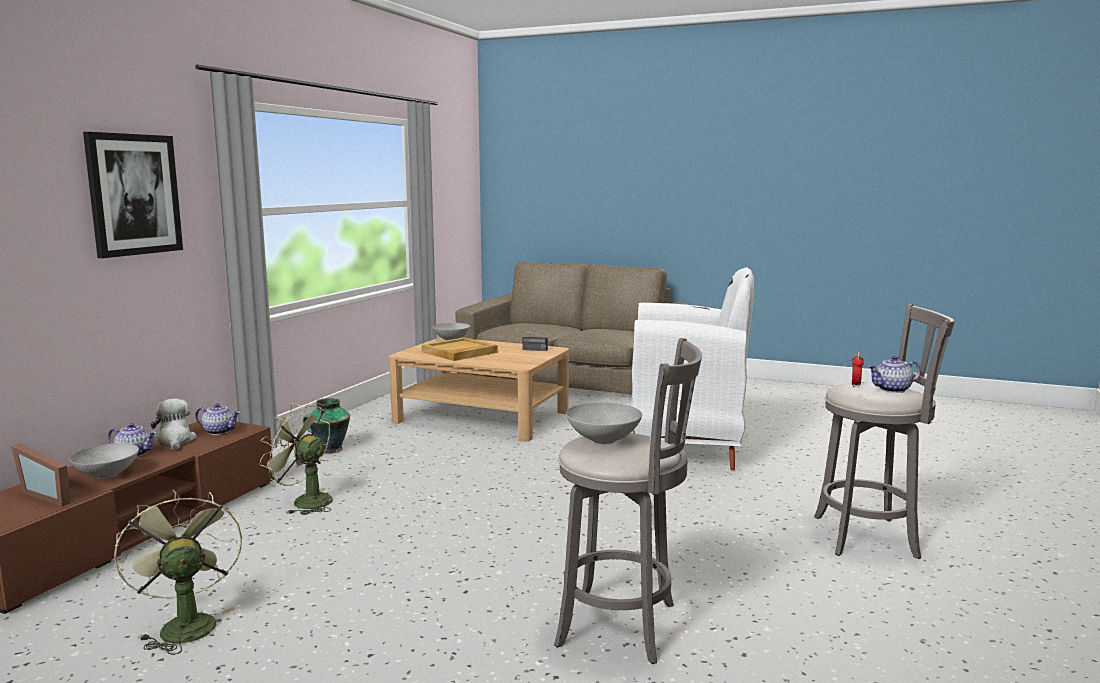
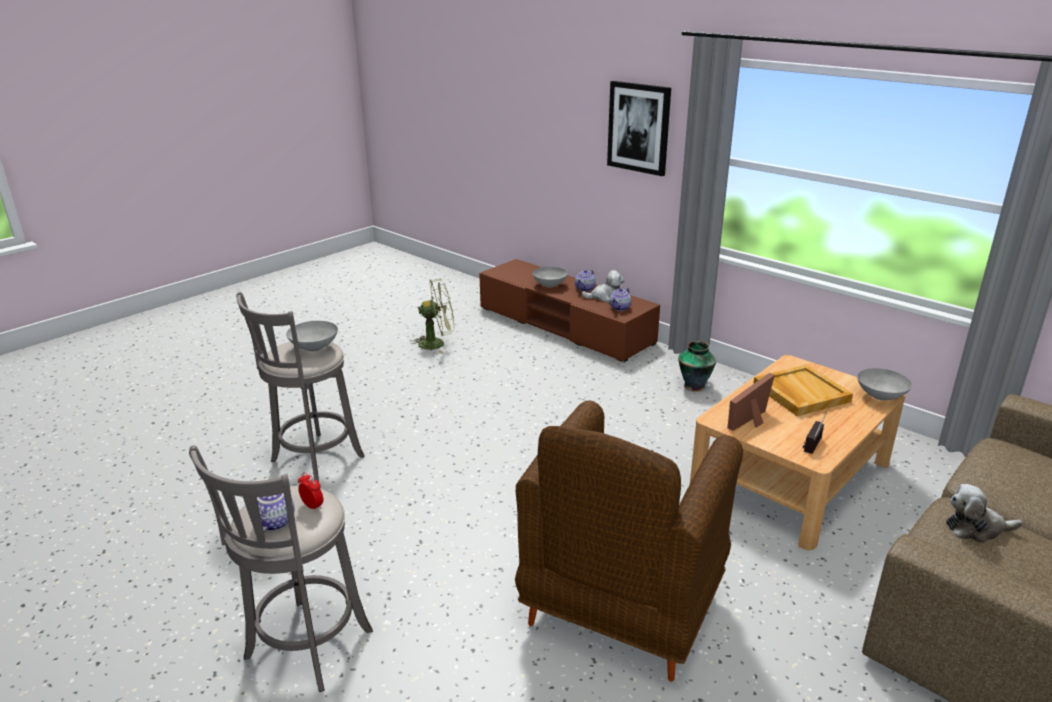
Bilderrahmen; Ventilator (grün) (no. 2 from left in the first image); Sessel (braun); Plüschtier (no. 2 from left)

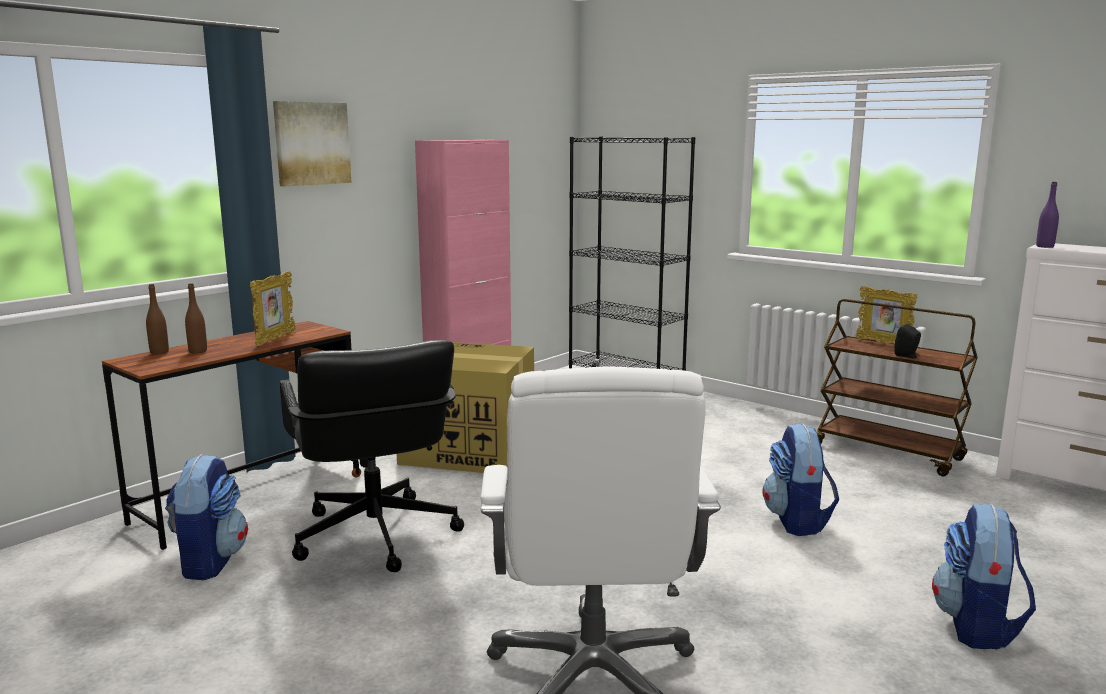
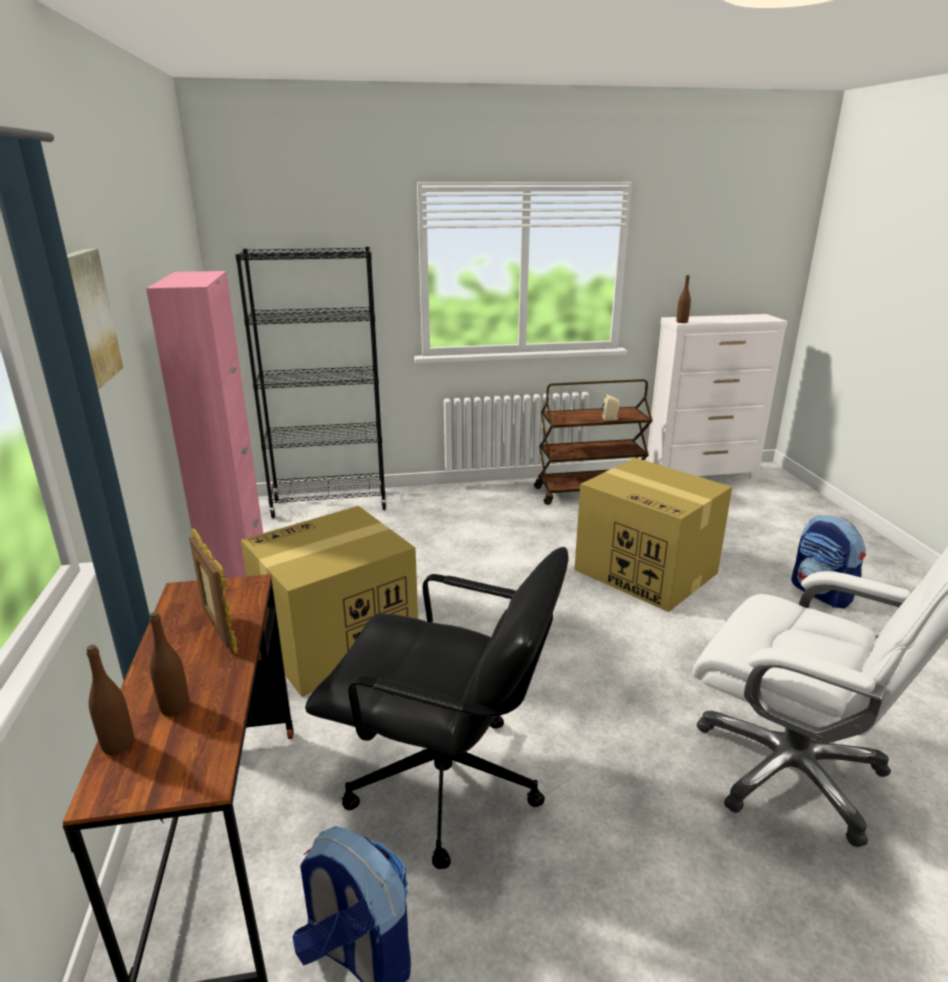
Karton (no. 2 from left); Bilderrahmen (no. 2 from left in the first image); Lautsprecher (beige); Flasche (braun) (no. 3 from left)

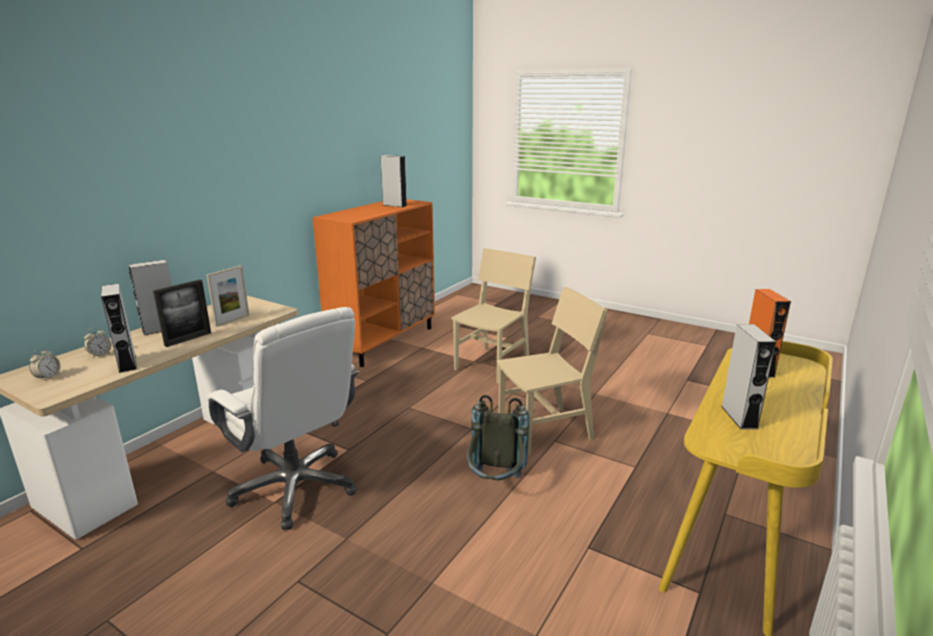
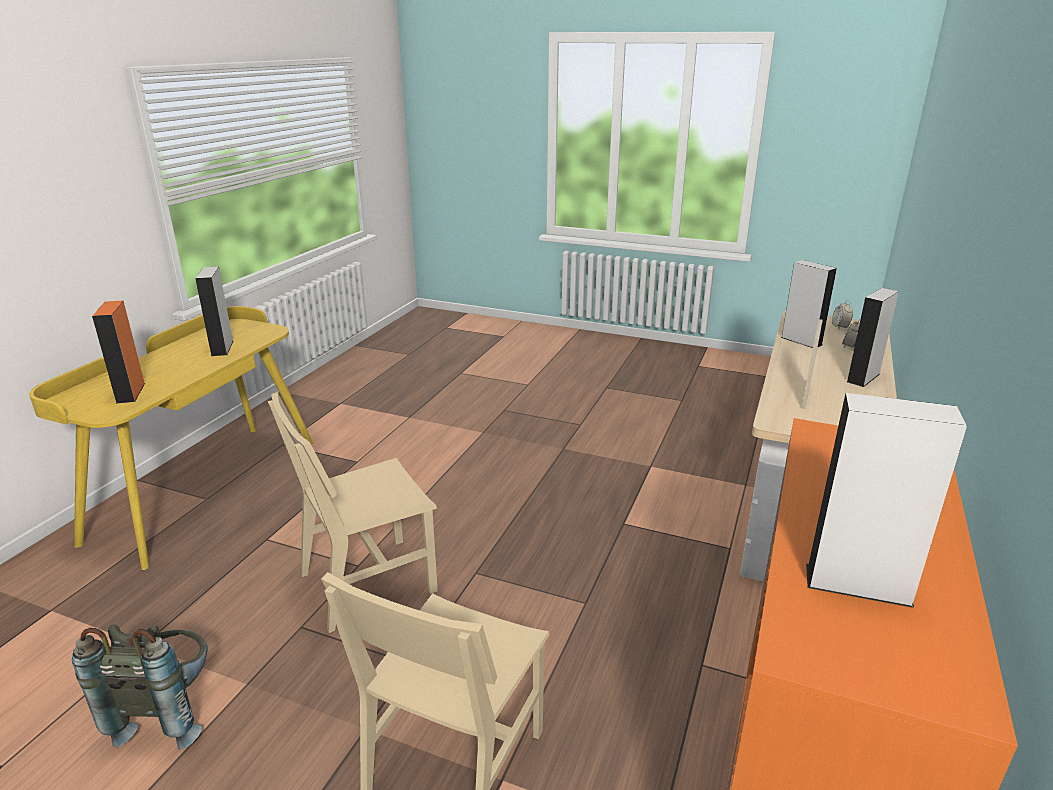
Bilderrahmen (no. 1 from left in the first image); Bürostuhl (weiß); Rucksack (grau)

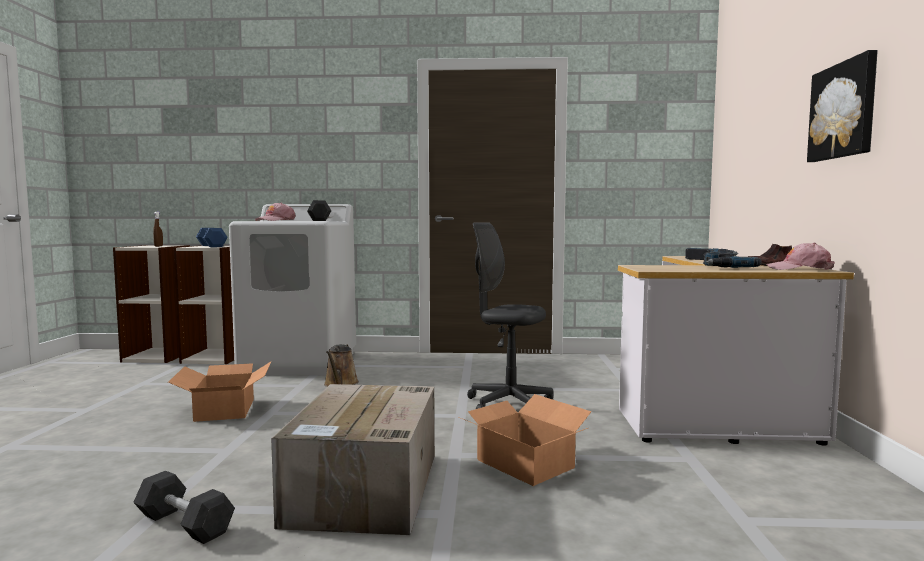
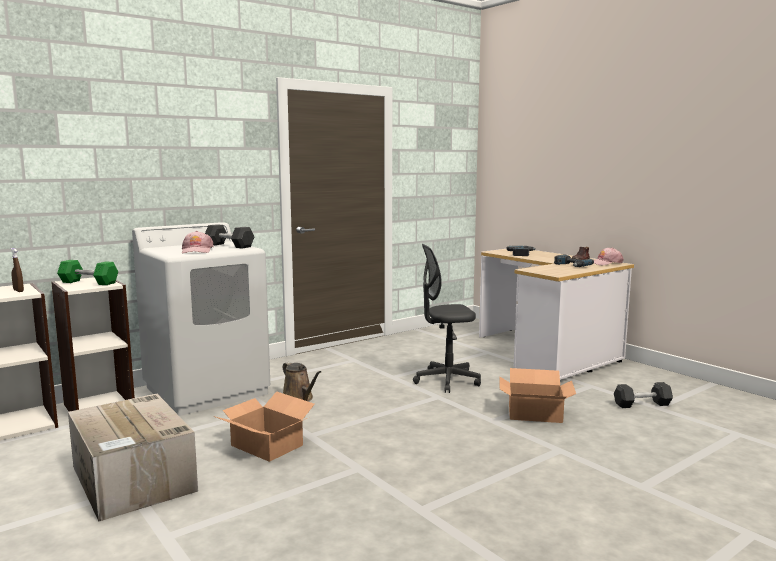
Hantel (grau) (no. 2 from left); Hantel (grün); Karton (no. 1 from left); Bild

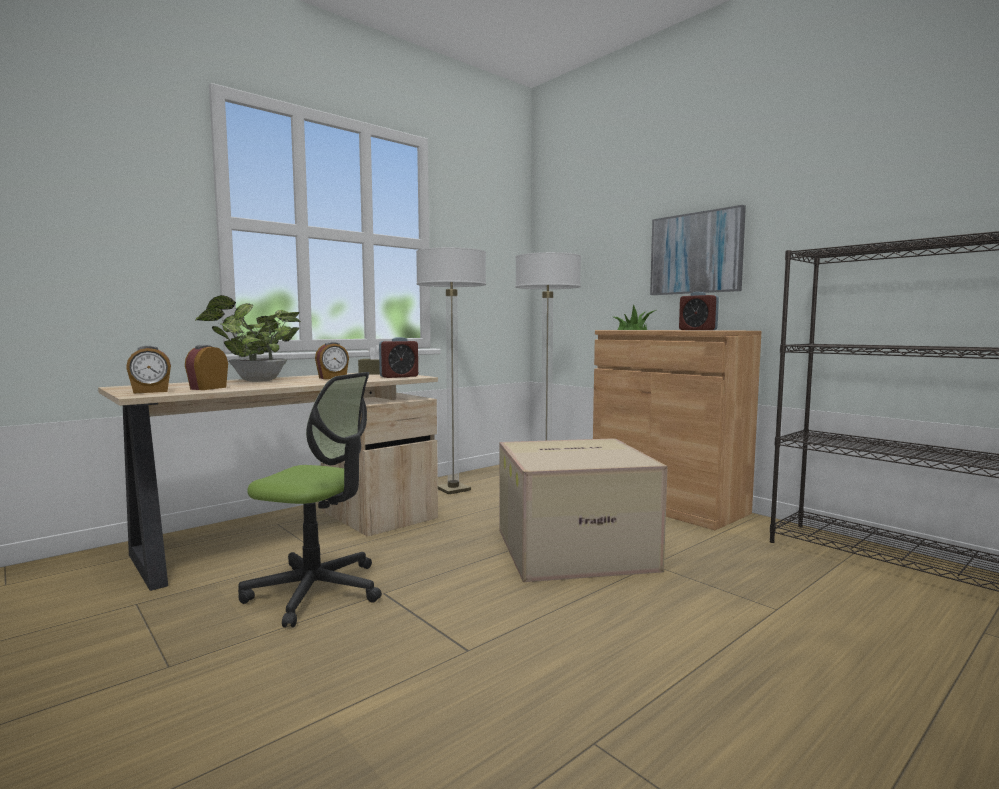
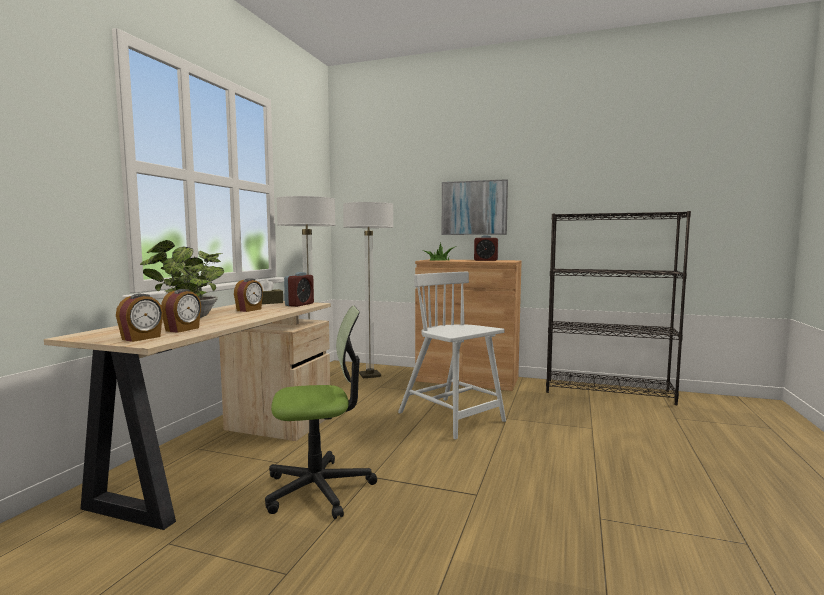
Wecker (no. 2 from left); Stuhl (weiß)

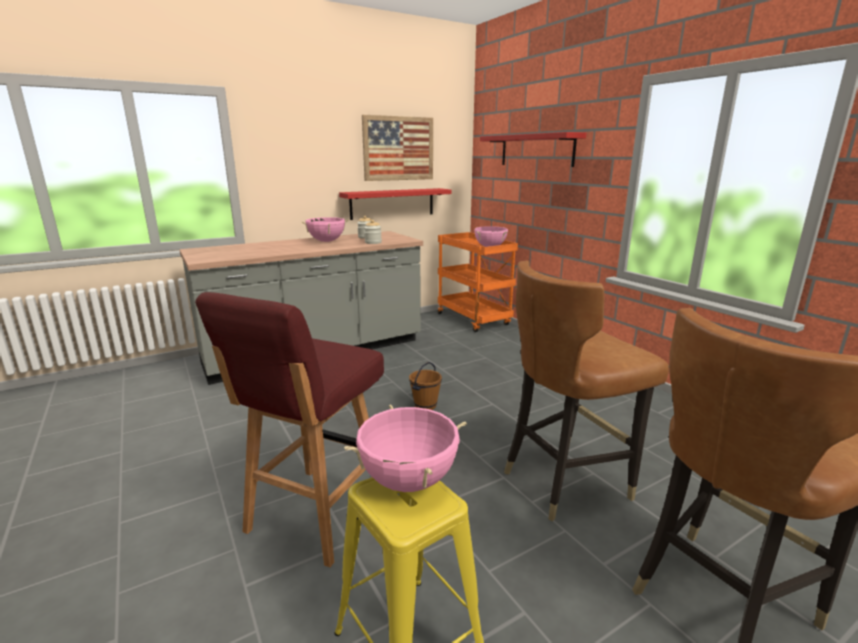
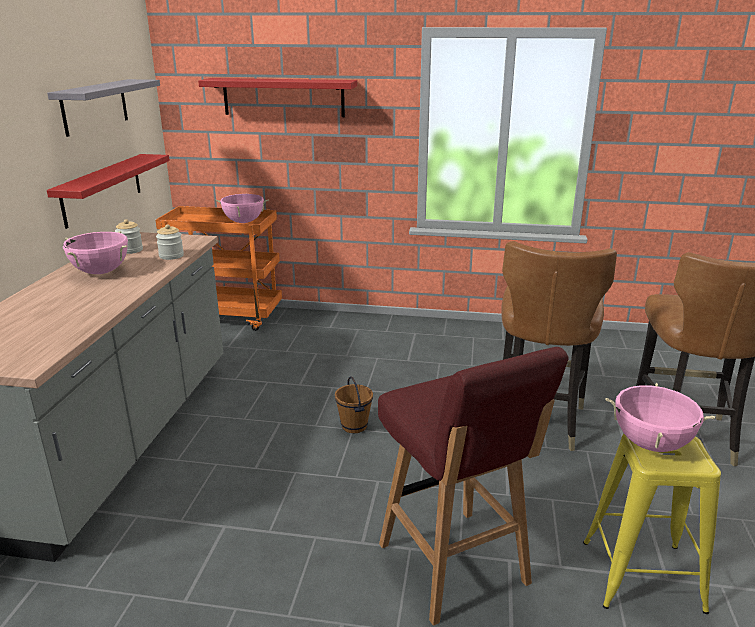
Wandregal (grau)

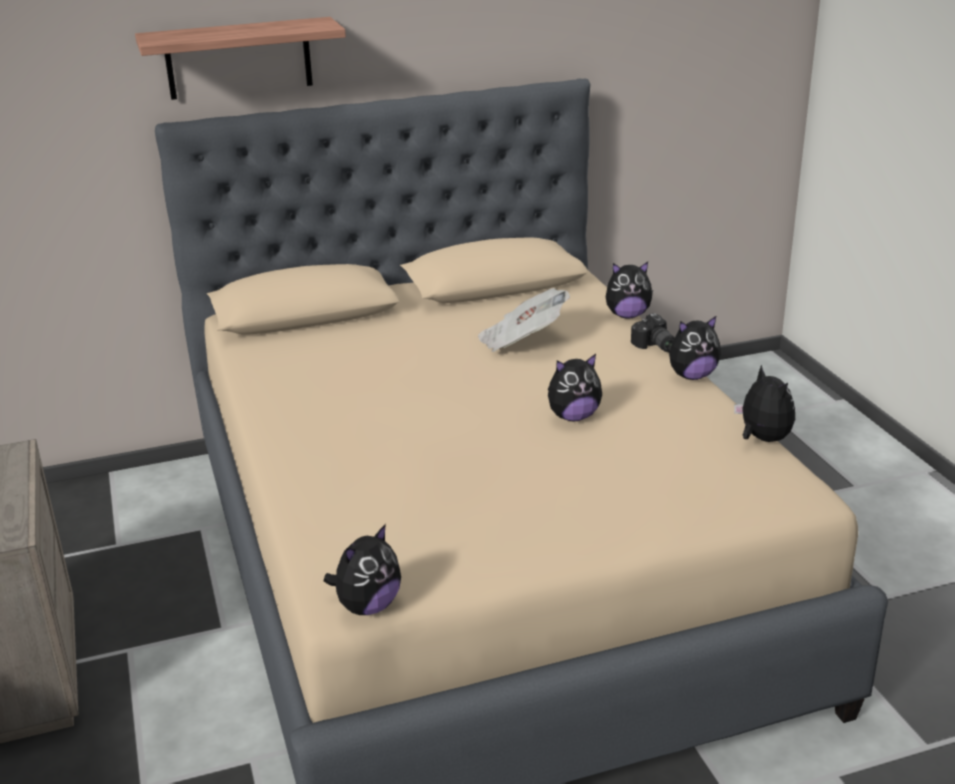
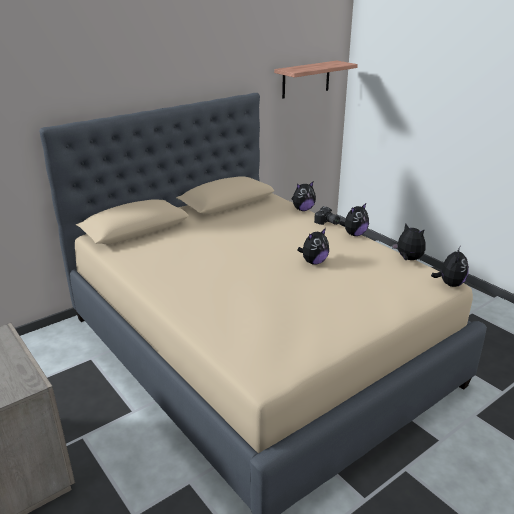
Wandregal; Plüschtier (no. 5 from left); Zeitung

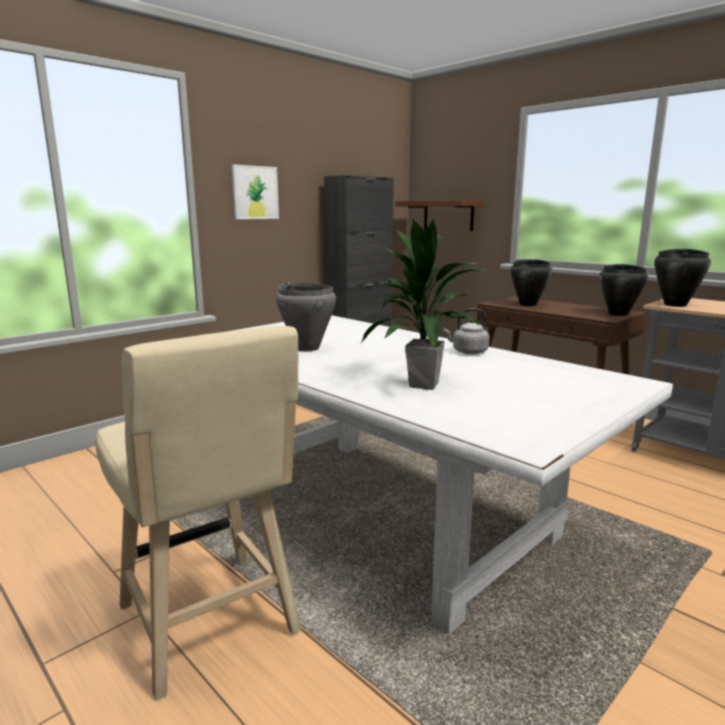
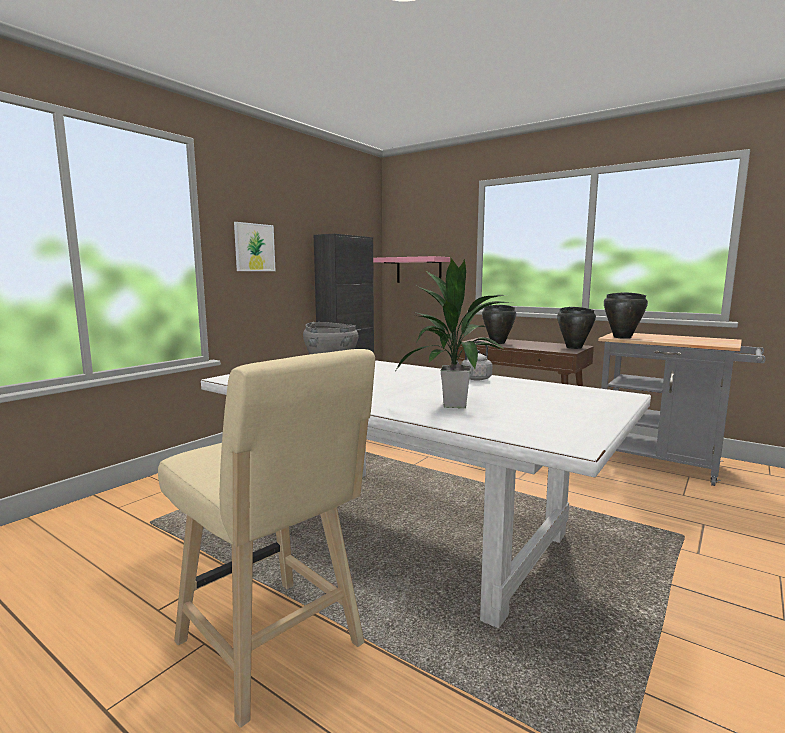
Wandregal (rosa)

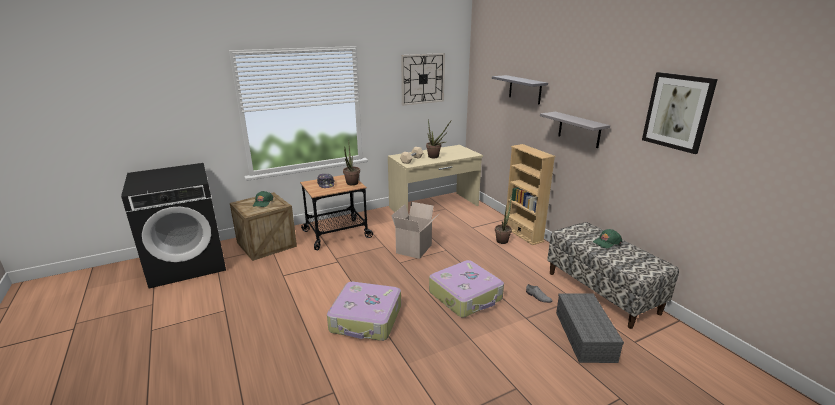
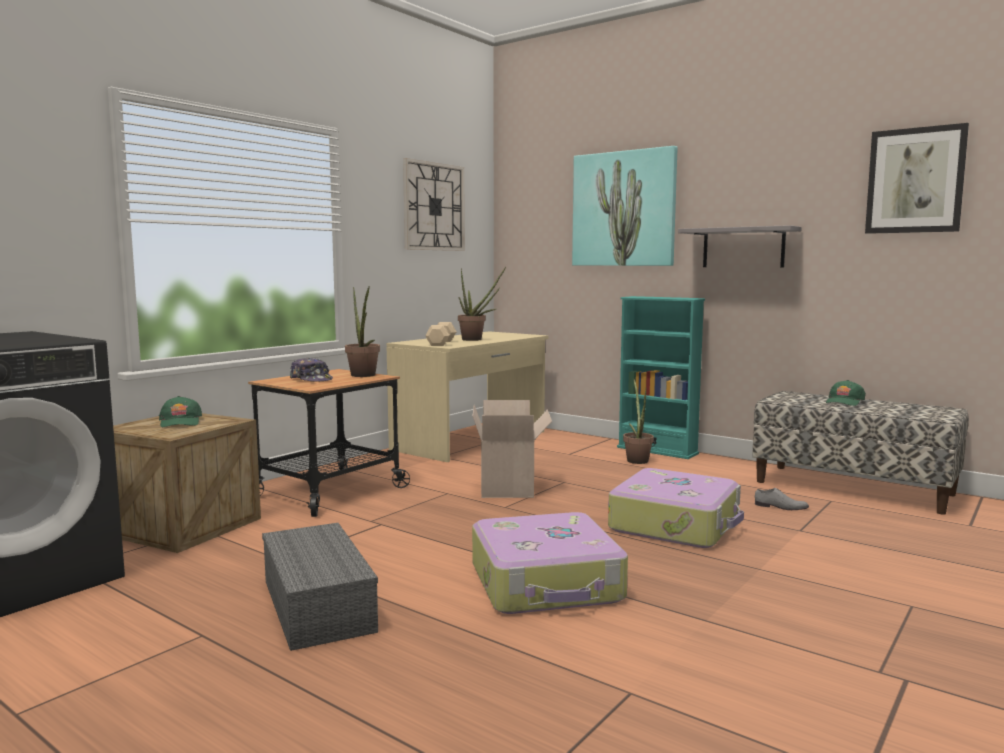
Bild (no. 1 from left); Bücherregal (türkis); Aufbewahrungsbox (grau)

